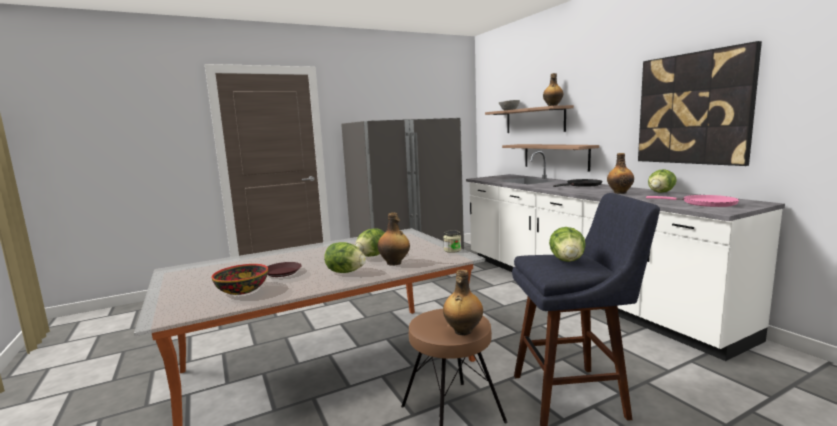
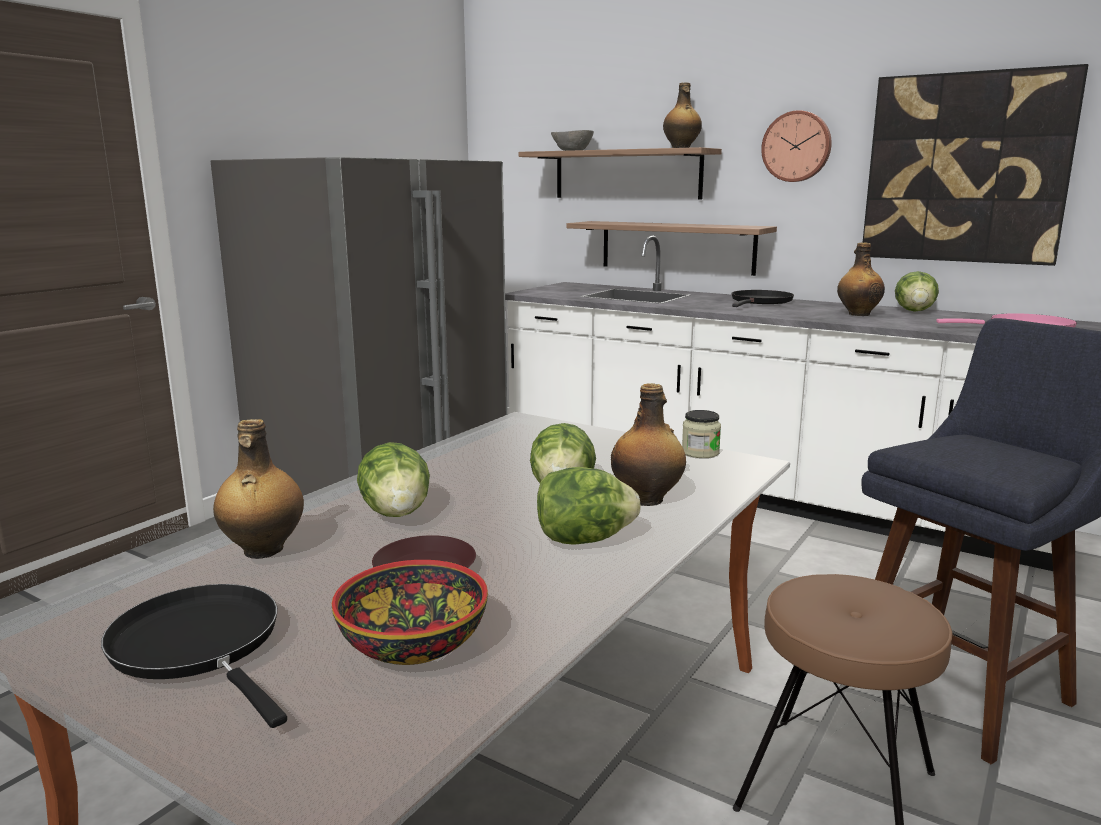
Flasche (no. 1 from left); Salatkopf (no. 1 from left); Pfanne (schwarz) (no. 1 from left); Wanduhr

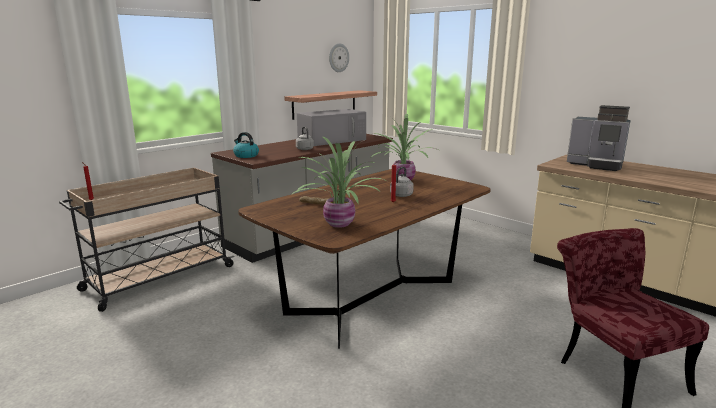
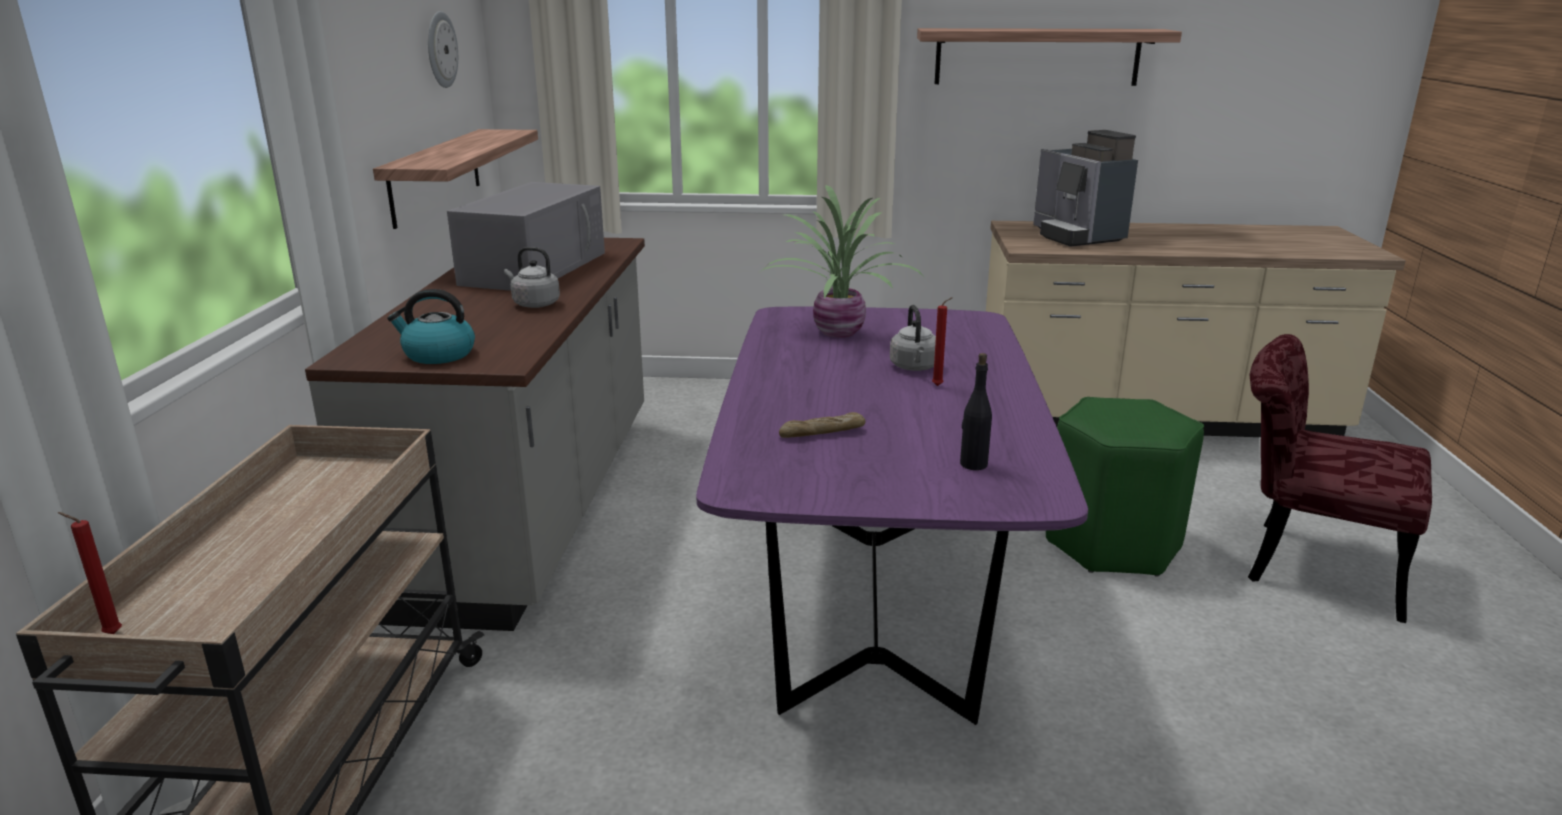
Esstisch (lila); Flasche (schwarz); Kaffeemaschine; Wandregal (no. 2 from left); Hocker (grün)

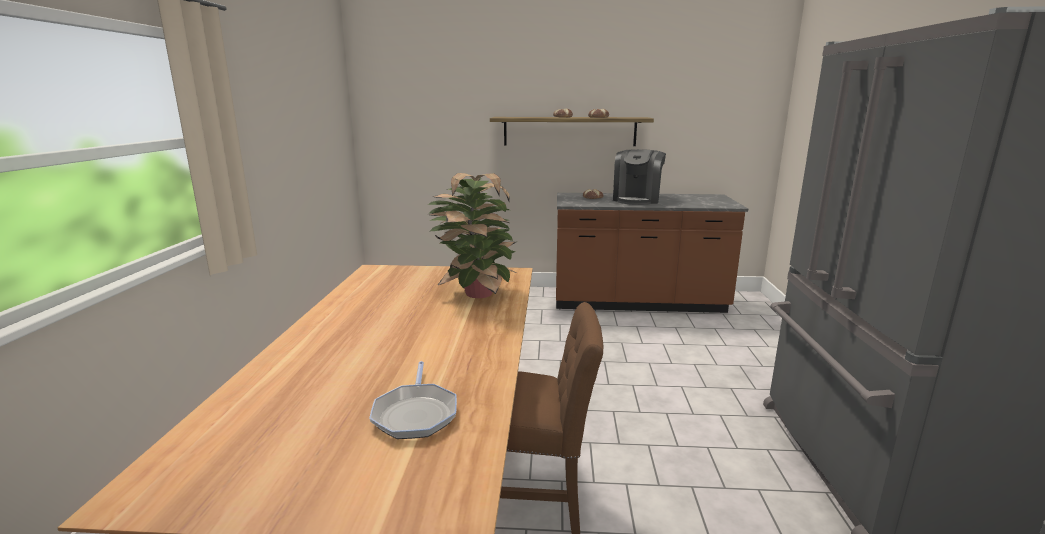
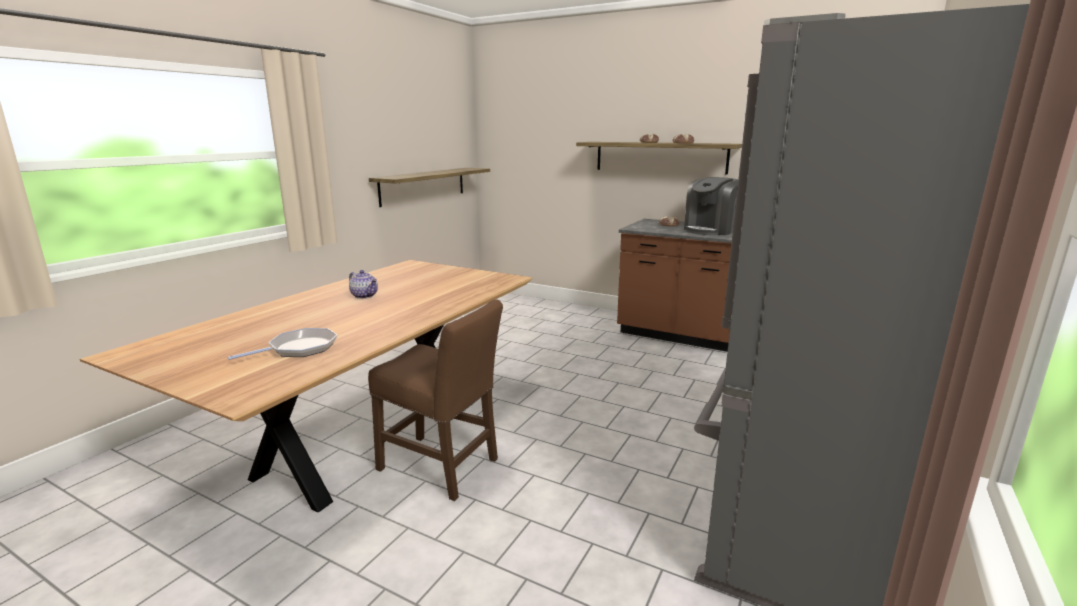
Pfanne; Topfpflanze; Teekanne; Wandregal (no. 1 from left)

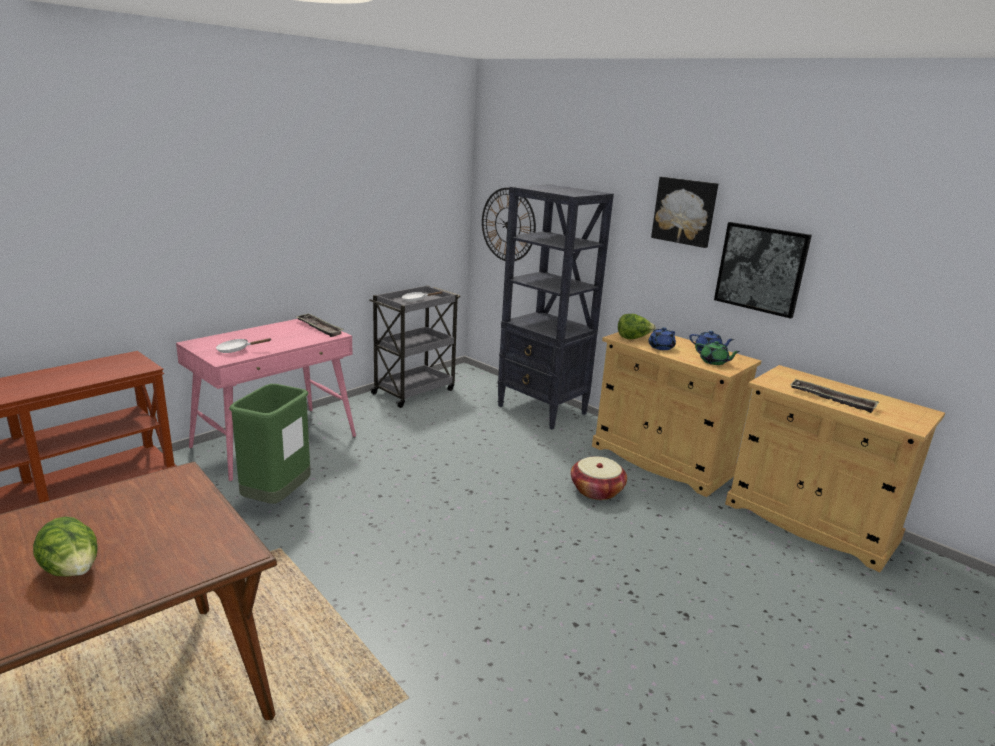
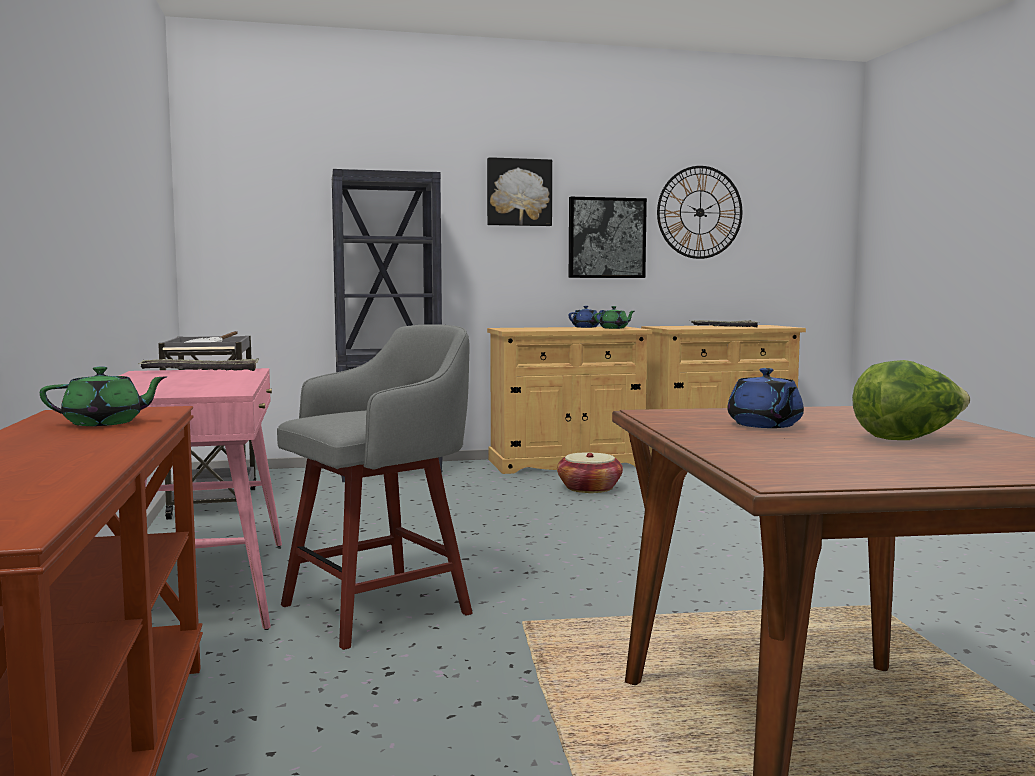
Pfanne (weiß) (no. 1 from left in the first image); Hocker (grau); Wanduhr; Salatkopf (no. 2 from left in the first image); Teekanne (blau) (no. 2 from left); Teekanne (grün) (no. 1 from left)

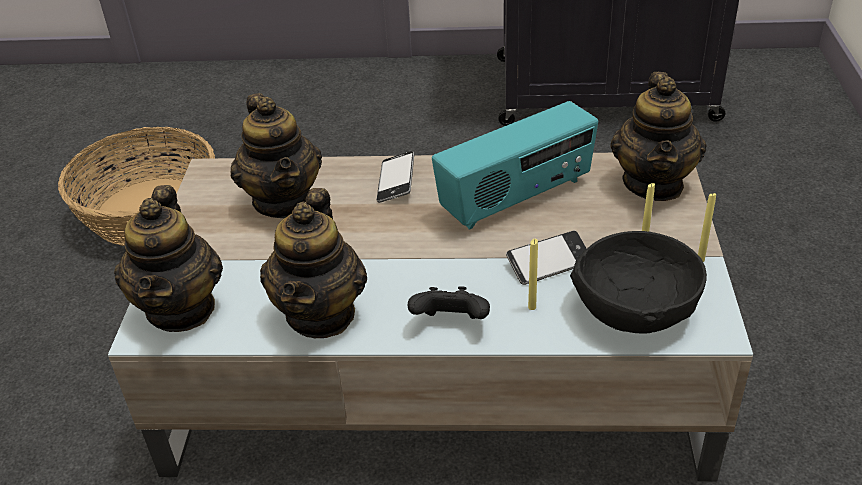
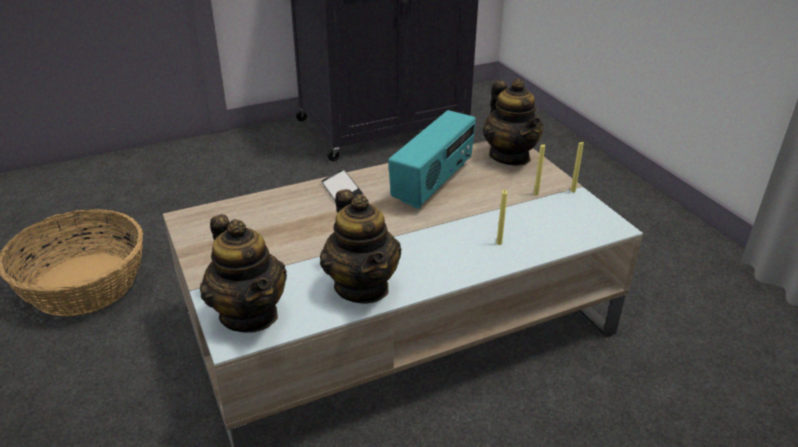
Teekanne (no. 2 from left in the first image); Gamepad (schwarz); Handy (no. 2 from left in the first image); Schüssel (schwarz)

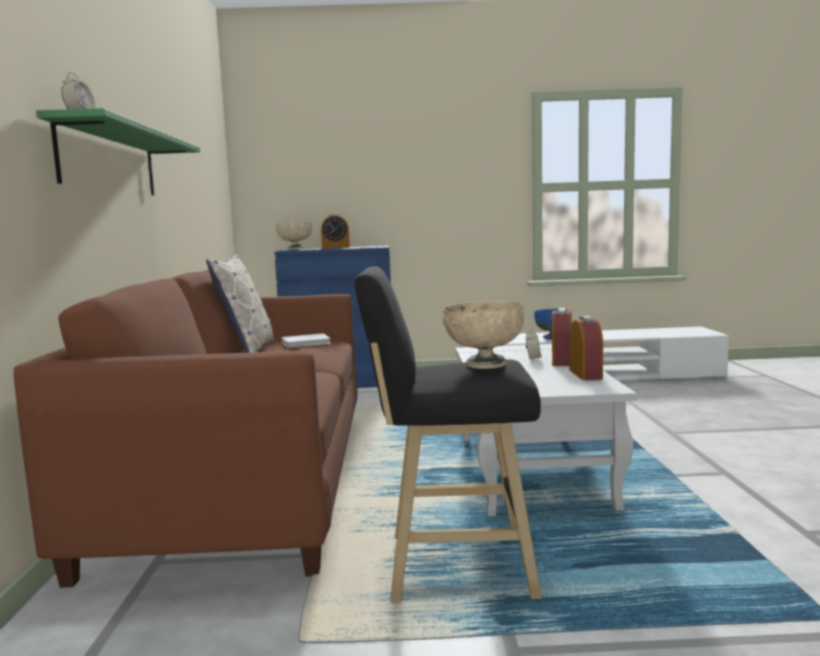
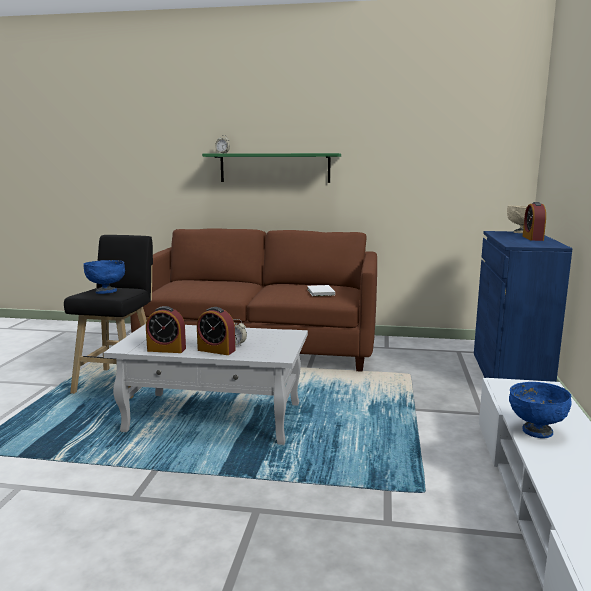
Kissen; Schüssel (blau) (no. 1 from left)

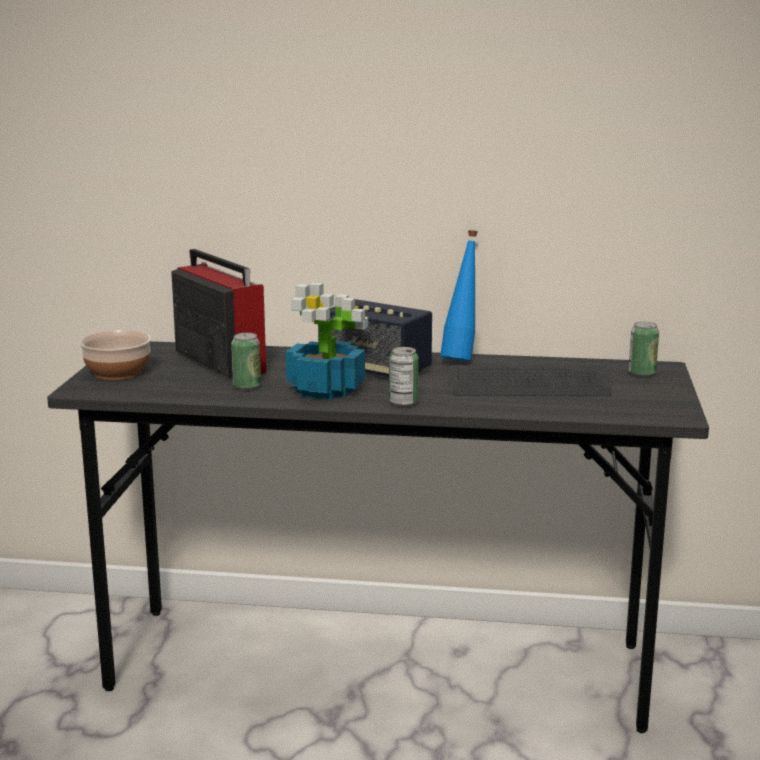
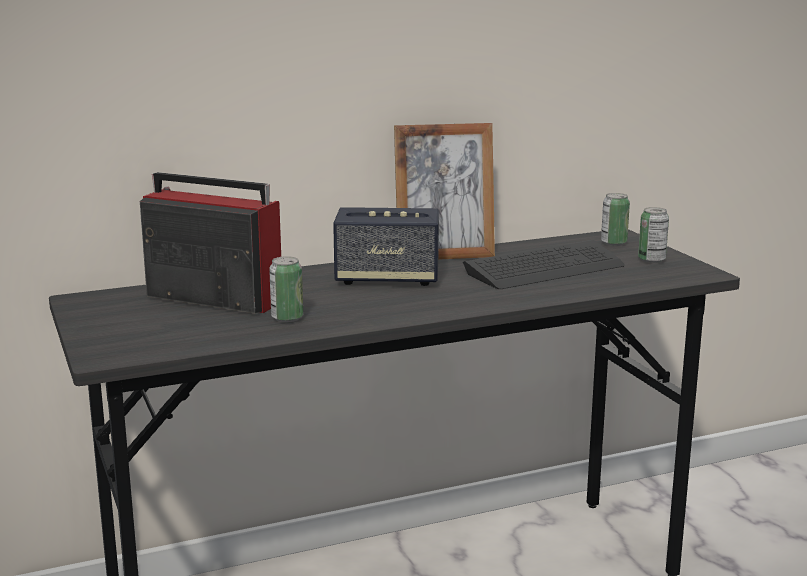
Schüssel; Topfpflanze; Dose (no. 3 from left); Bilderrahmen

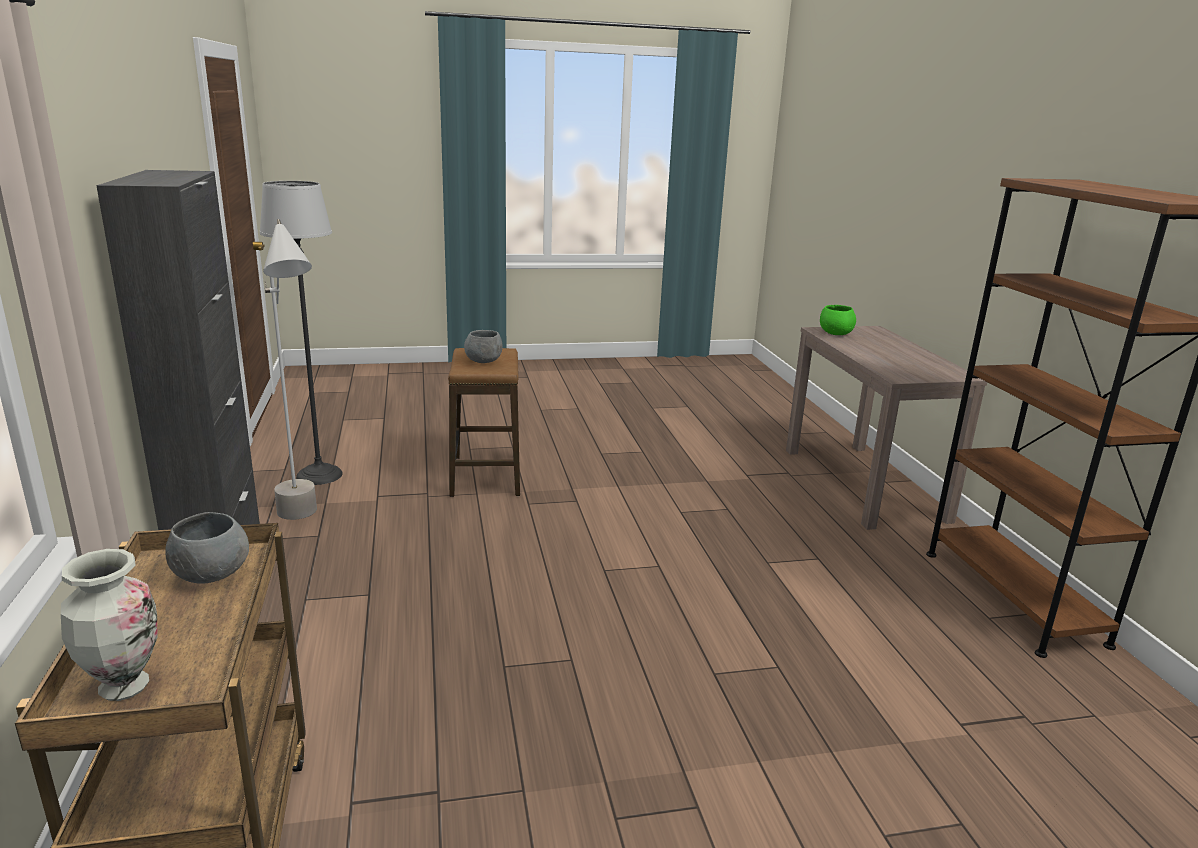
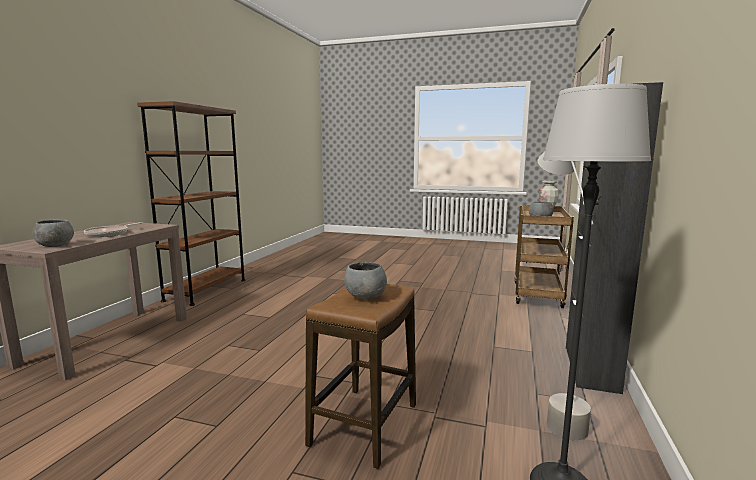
Schüssel (grau) (no. 1 from left); Pfanne

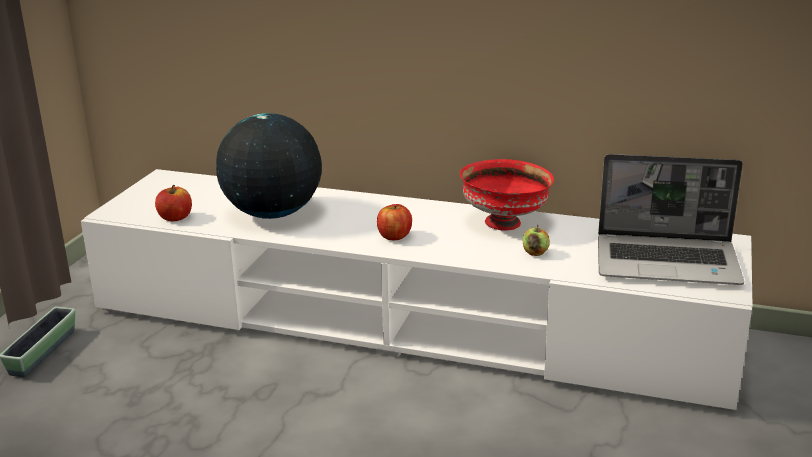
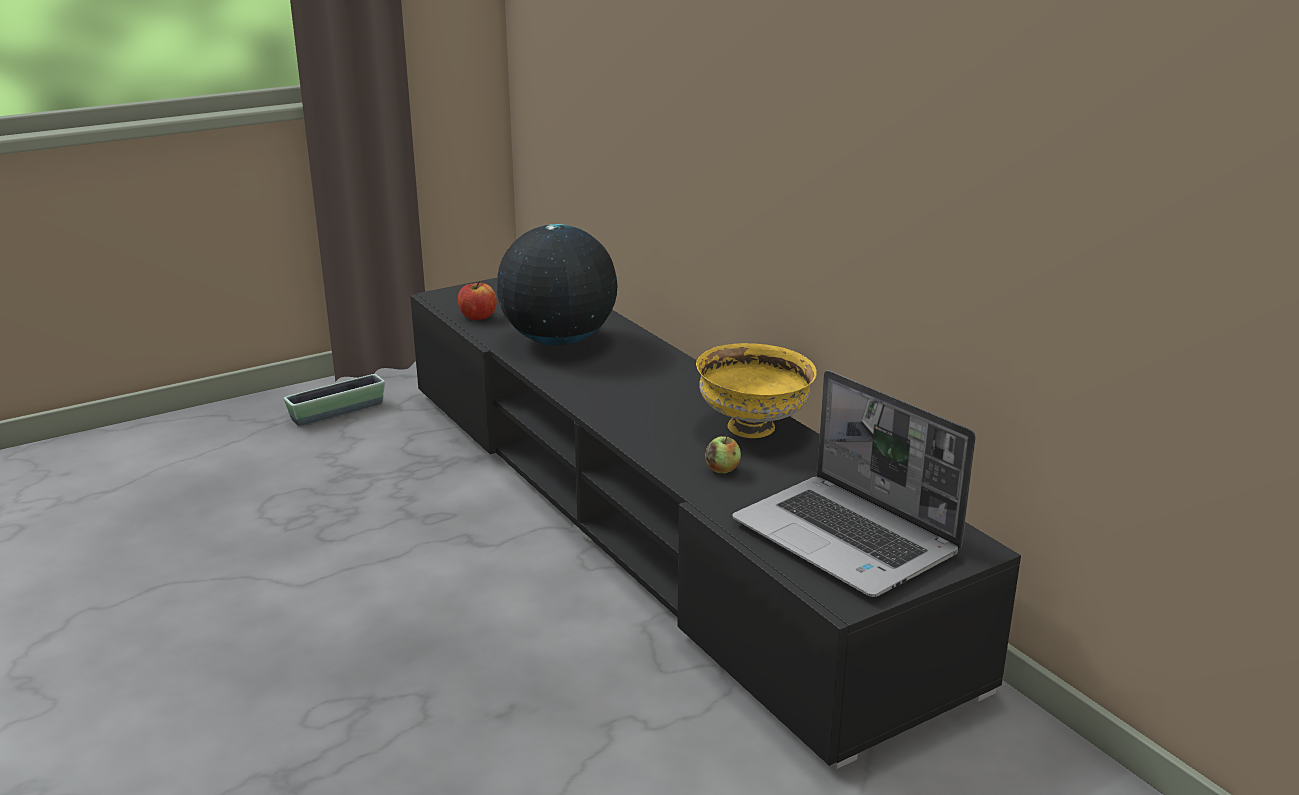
Fernsehschrank (schwarz); Apfel (no. 2 from left in the first image); Schüssel (gelb)

